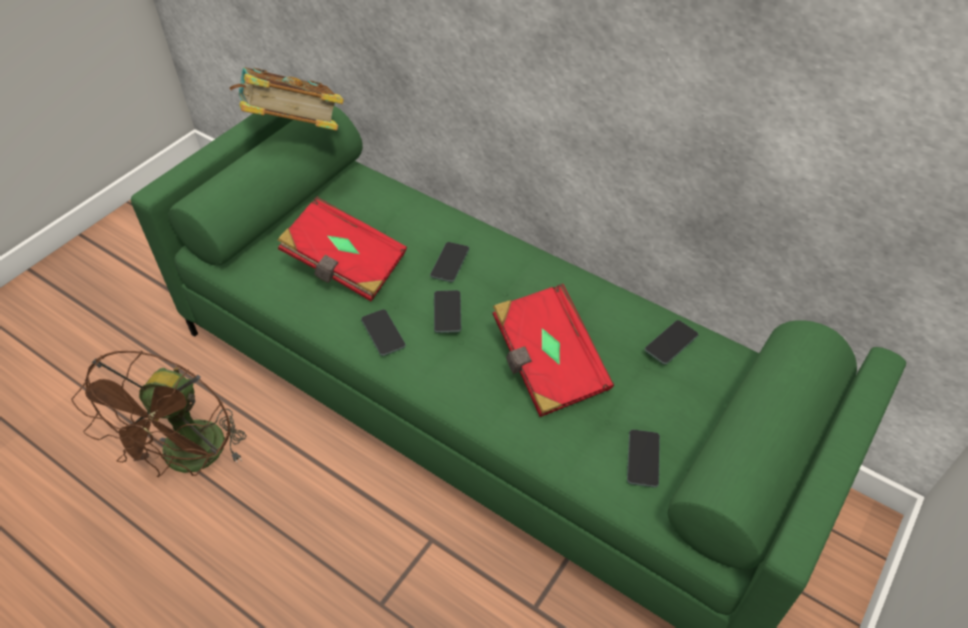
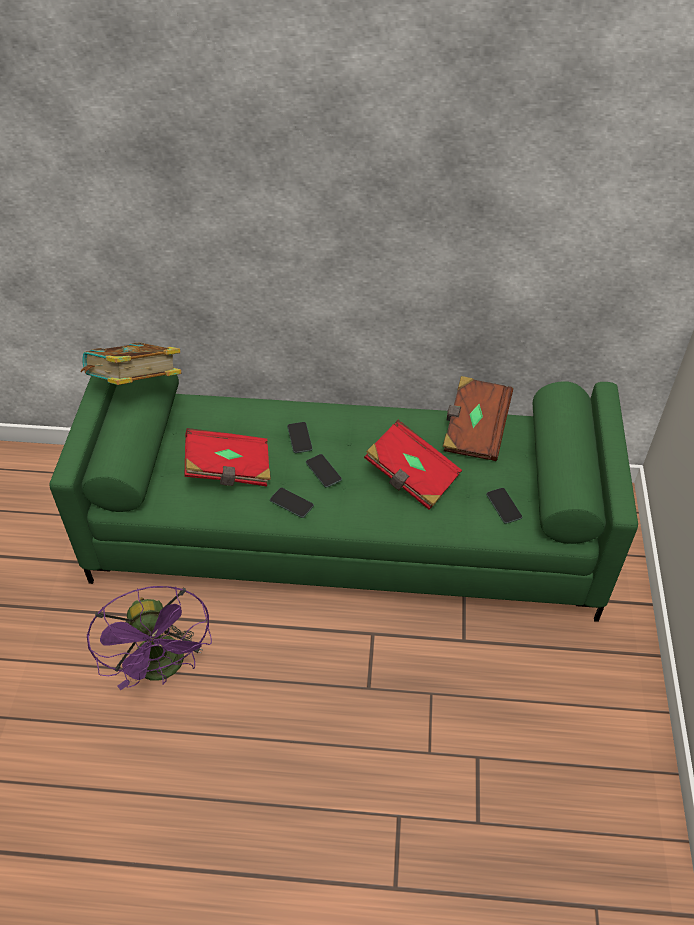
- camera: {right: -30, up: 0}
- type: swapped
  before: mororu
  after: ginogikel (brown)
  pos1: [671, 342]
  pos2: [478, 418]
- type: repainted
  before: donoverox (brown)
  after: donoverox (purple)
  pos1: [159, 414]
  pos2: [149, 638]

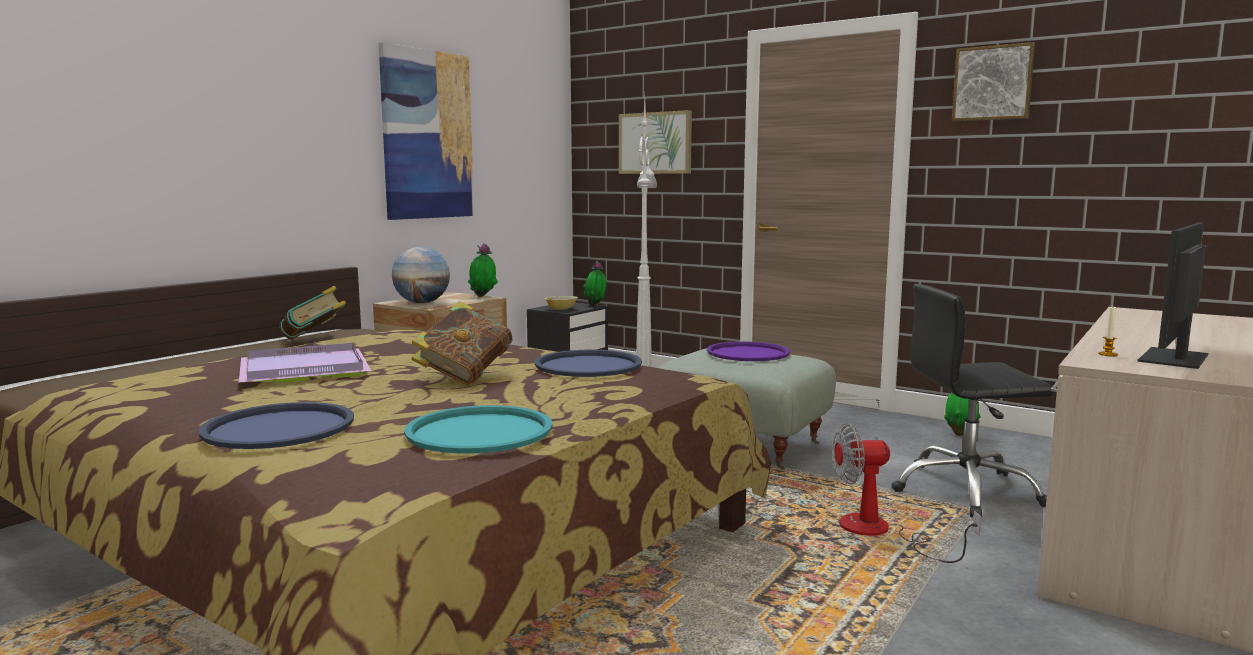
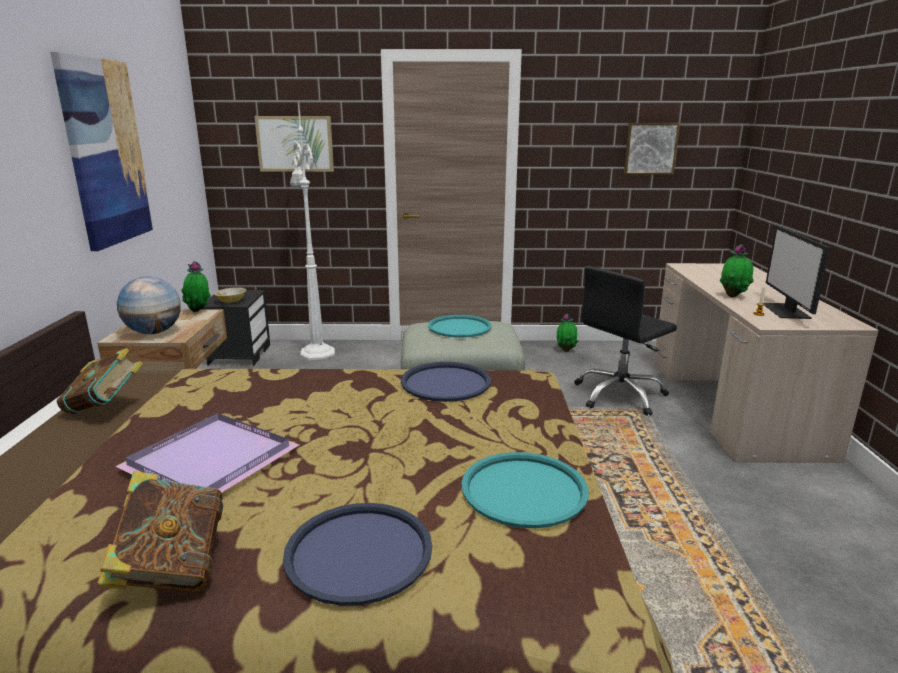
- camera: {right: -35, up: 10}
- type: shifted
  before: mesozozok
  pos1: [993, 81]
  pos2: [652, 148]
- type: shifted
  before: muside
  pos1: [595, 283]
  pos2: [737, 270]
- type: shifted
  before: ginogikel
  pos1: [462, 343]
  pos2: [160, 531]
- type: repainted
  before: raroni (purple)
  after: raroni (turquoise)
  pos1: [748, 351]
  pos2: [460, 326]
- type: gone
  before: donoverox
  pos1: [907, 493]

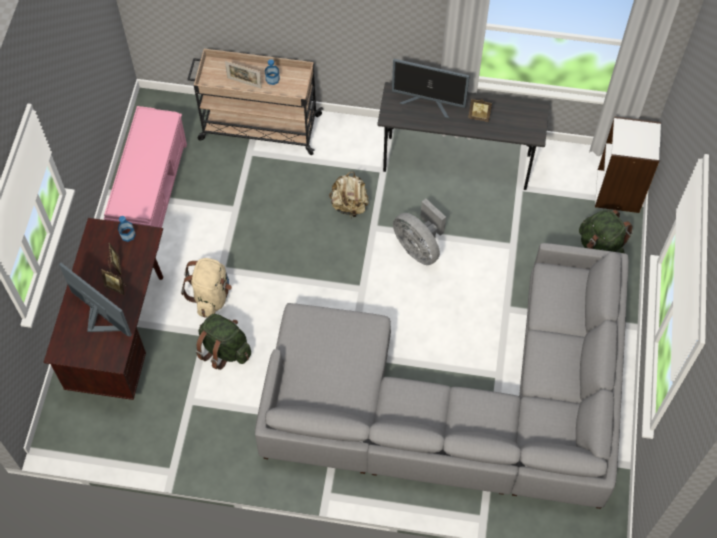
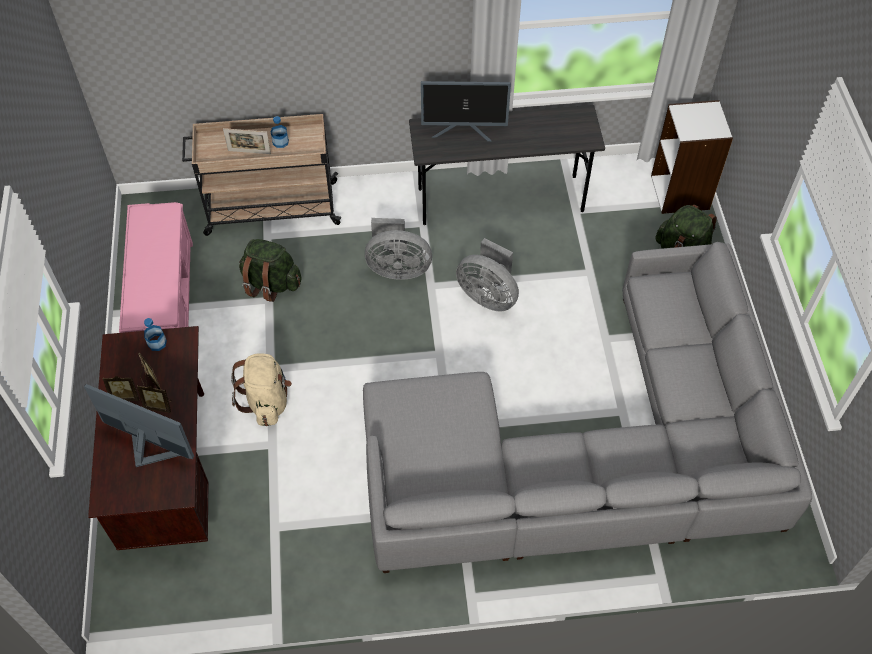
- camera: {right: -15, up: -5}
- type: shifted
  before: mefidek
  pos1: [480, 110]
  pos2: [121, 388]
- type: swapped
  before: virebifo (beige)
  after: donoverox (grey)
  pos1: [349, 194]
  pos2: [398, 249]
- type: shifted
  before: virebifo (green)
  pos1: [223, 342]
  pos2: [270, 270]

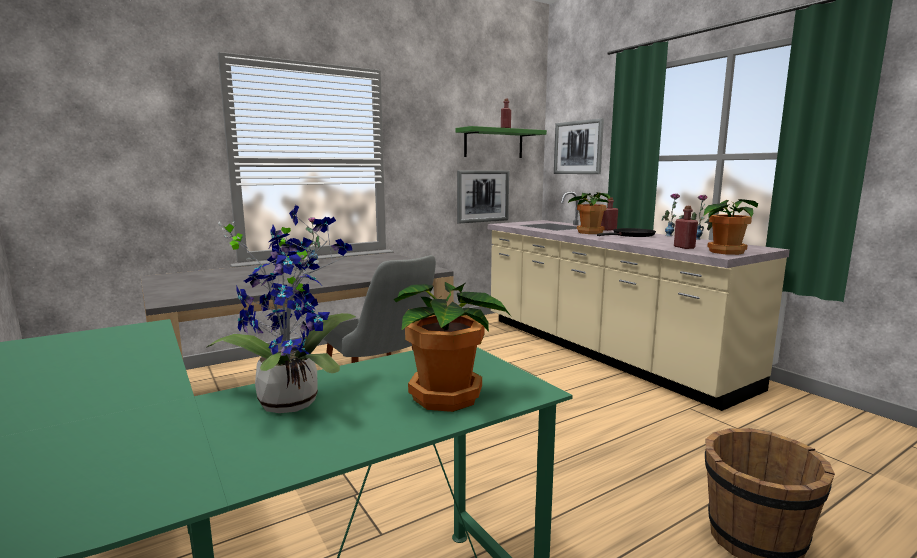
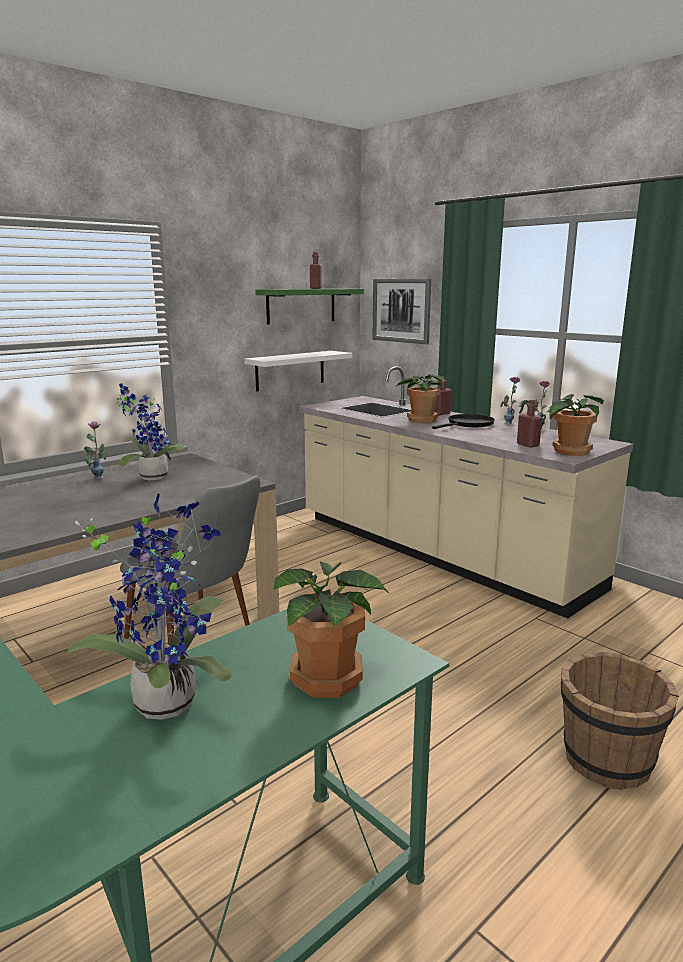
- camera: {right: -10, up: 5}
- type: swapped
  before: mesozozok
  after: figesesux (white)
  pos1: [483, 197]
  pos2: [298, 371]
- type: new
  after: muside
  pos2: [150, 432]

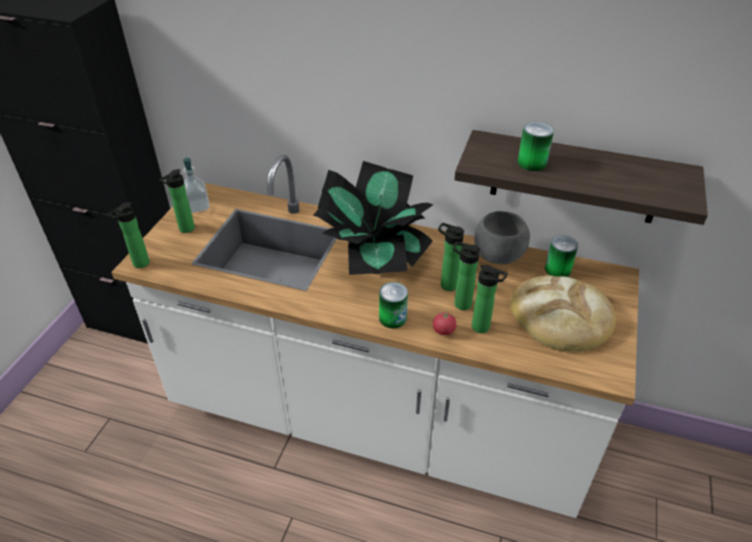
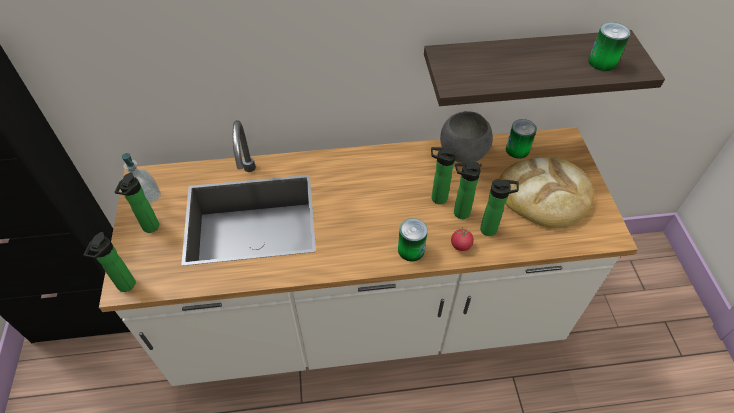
- camera: {right: -25, up: 10}
- type: shifted
  before: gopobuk
  pos1: [536, 146]
  pos2: [609, 46]
- type: gone
  before: muside
  pos1: [373, 218]

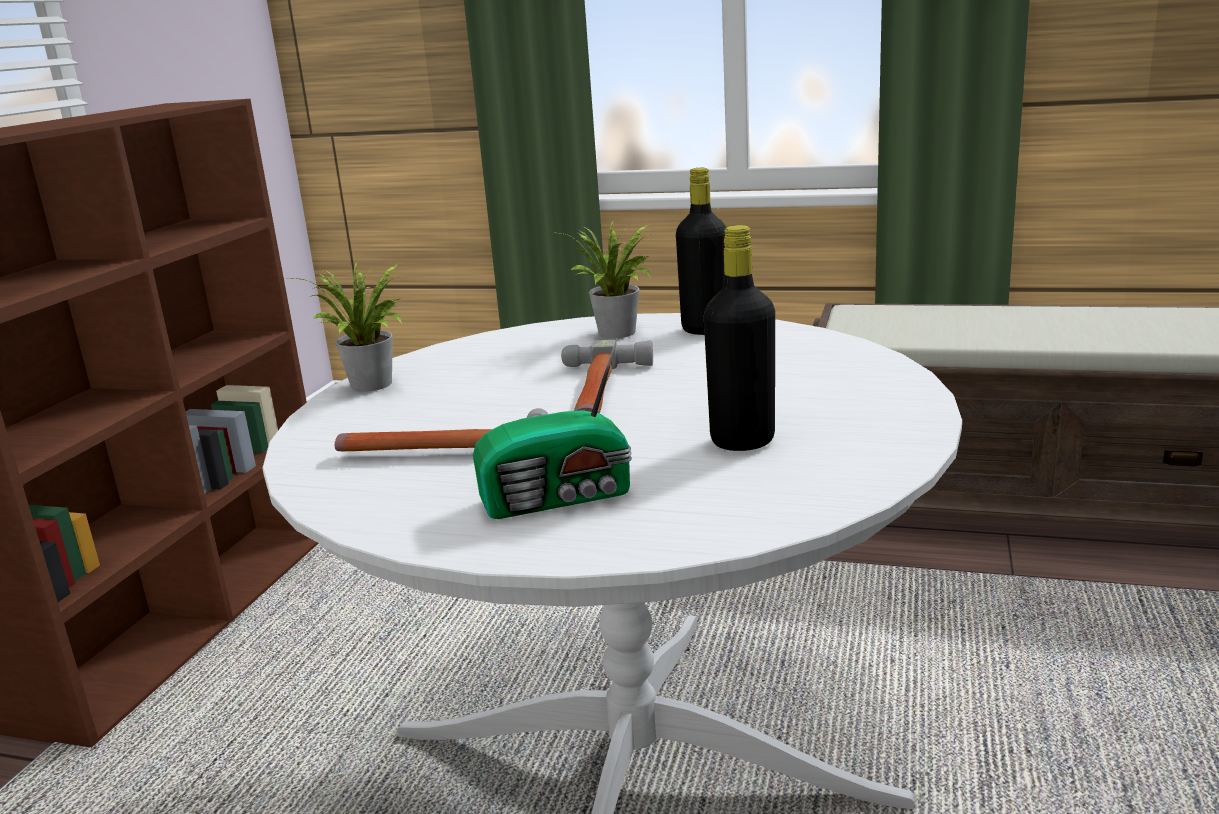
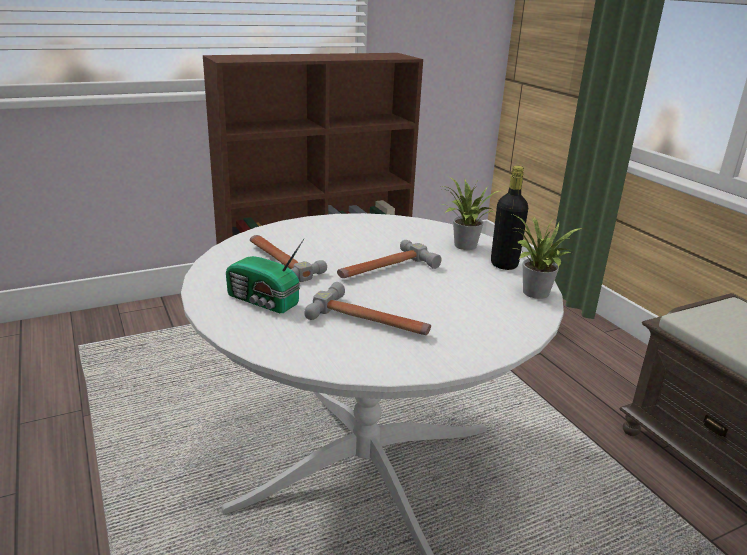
- camera: {right: 45, up: 5}
- type: swapped
  before: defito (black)
  after: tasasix
  pos1: [739, 338]
  pos2: [367, 308]
- type: shifted
  before: muside
  pos1: [345, 324]
  pos2: [546, 256]

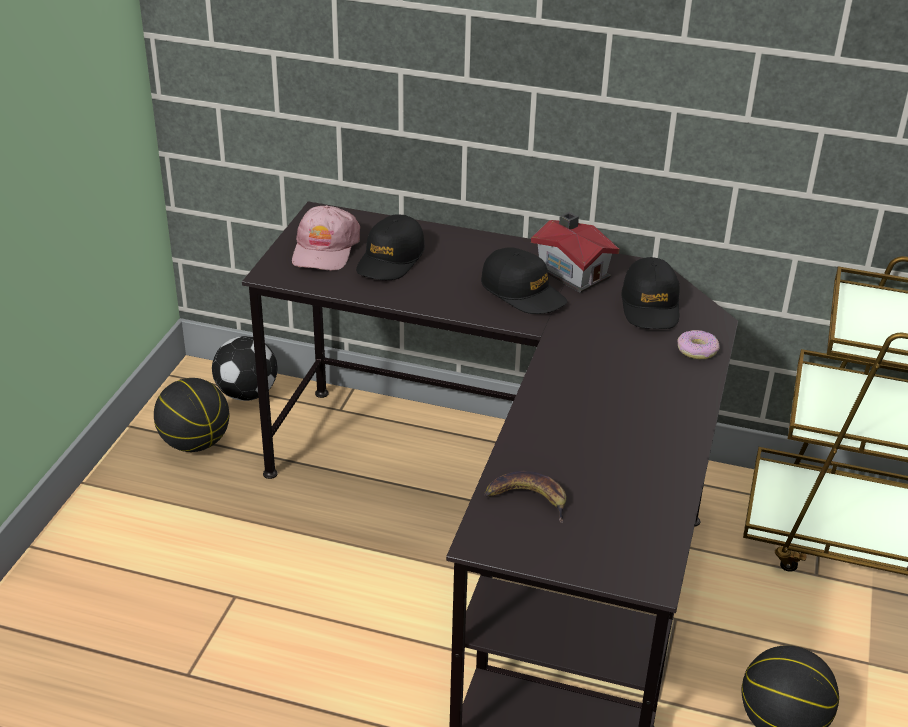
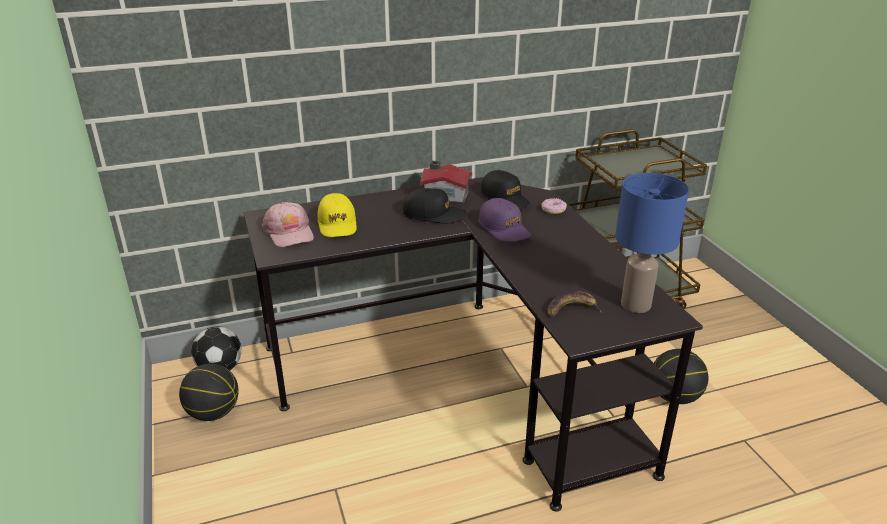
- camera: {right: -35, up: -5}
- type: repainted
  before: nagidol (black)
  after: nagidol (yellow)
  pos1: [390, 247]
  pos2: [337, 215]
- type: new
  after: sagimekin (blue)
  pos2: [652, 243]
- type: new
  after: nagidol (purple)
  pos2: [505, 220]

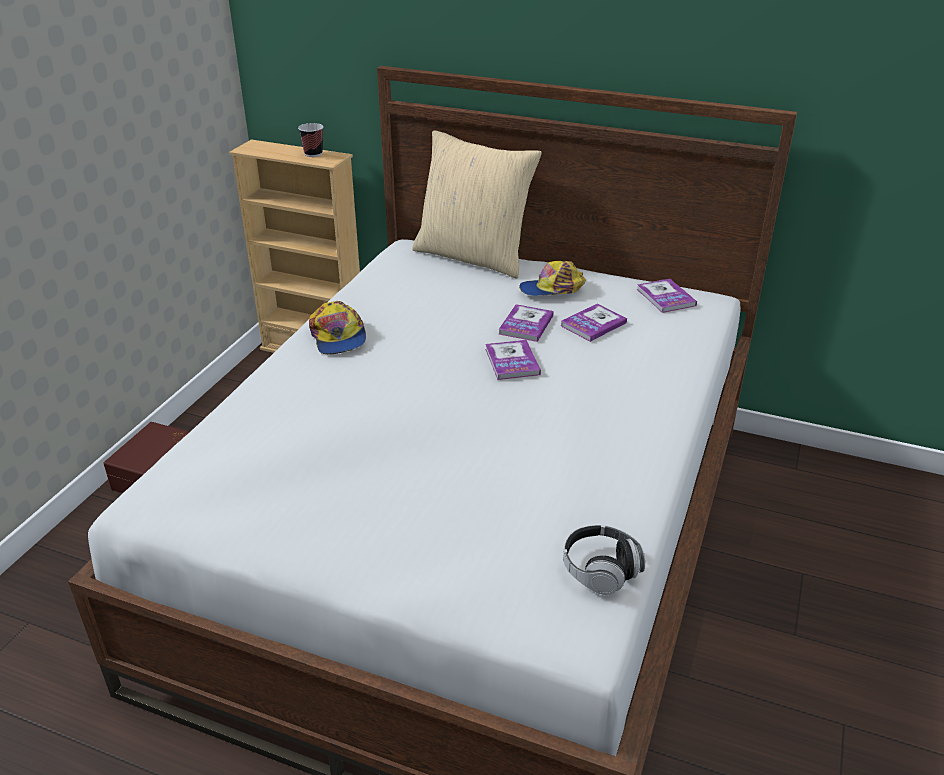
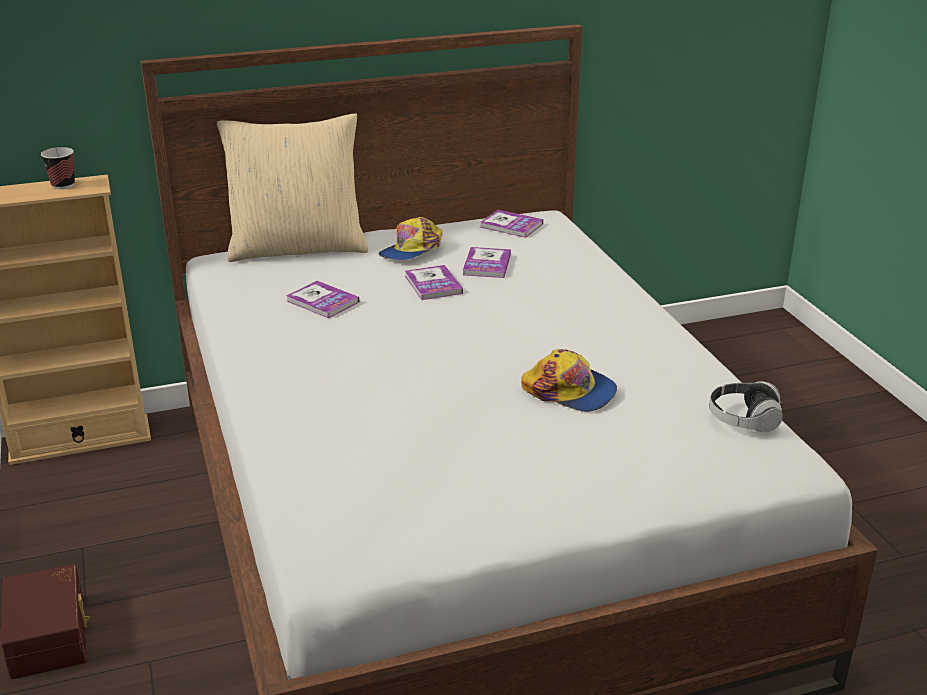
- camera: {right: -40, up: -5}
- type: shifted
  before: nagidol
  pos1: [337, 327]
  pos2: [569, 380]
- type: shifted
  before: ginogikel
  pos1: [513, 360]
  pos2: [322, 299]

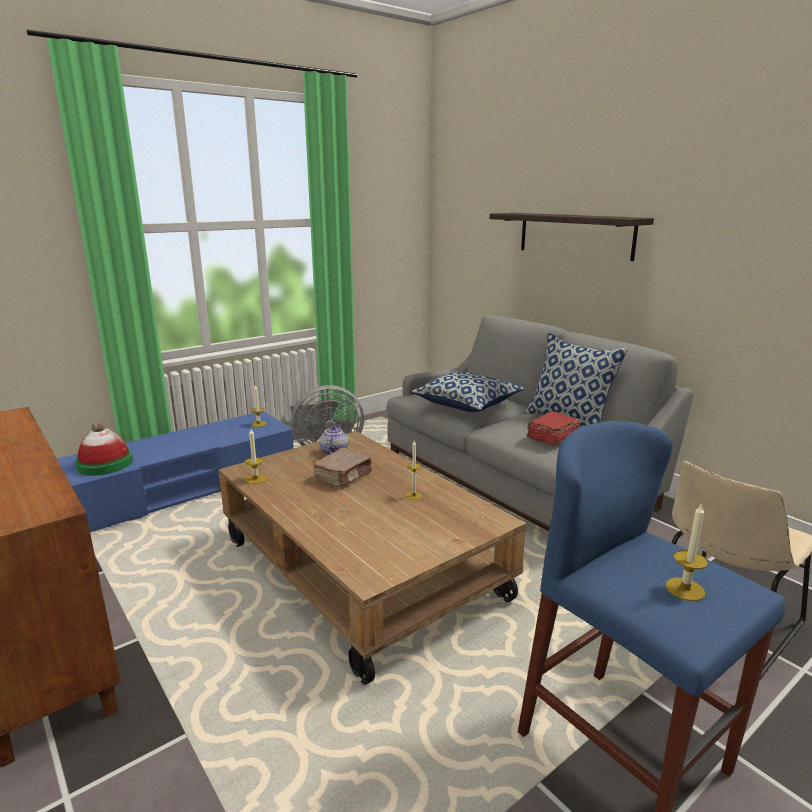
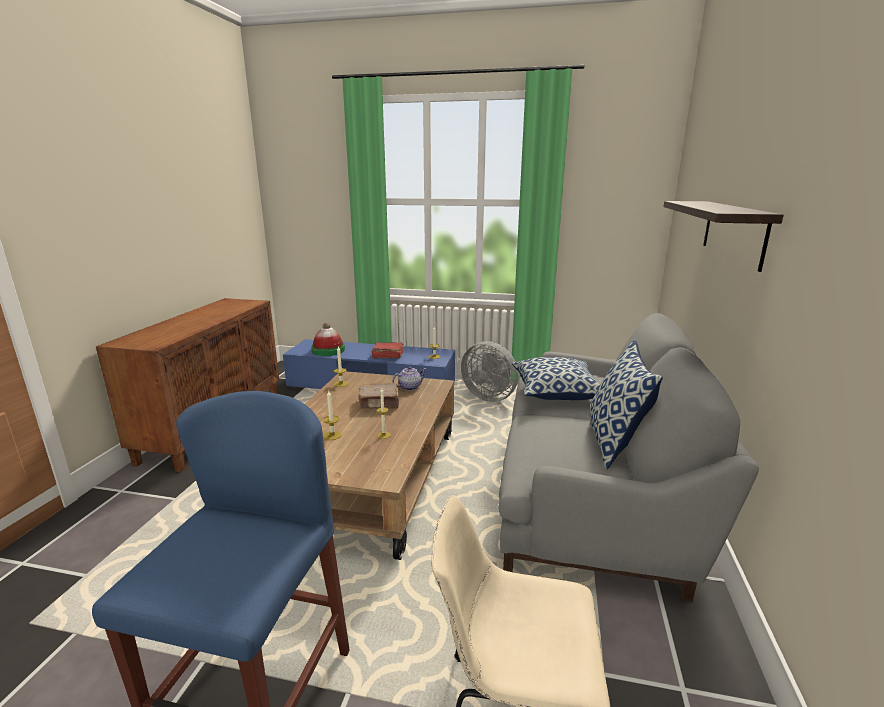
- camera: {right: 50, up: 0}
- type: shifted
  before: ginogikel (red)
  pos1: [554, 428]
  pos2: [387, 350]
- type: shifted
  before: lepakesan
  pos1: [687, 551]
  pos2: [332, 415]

